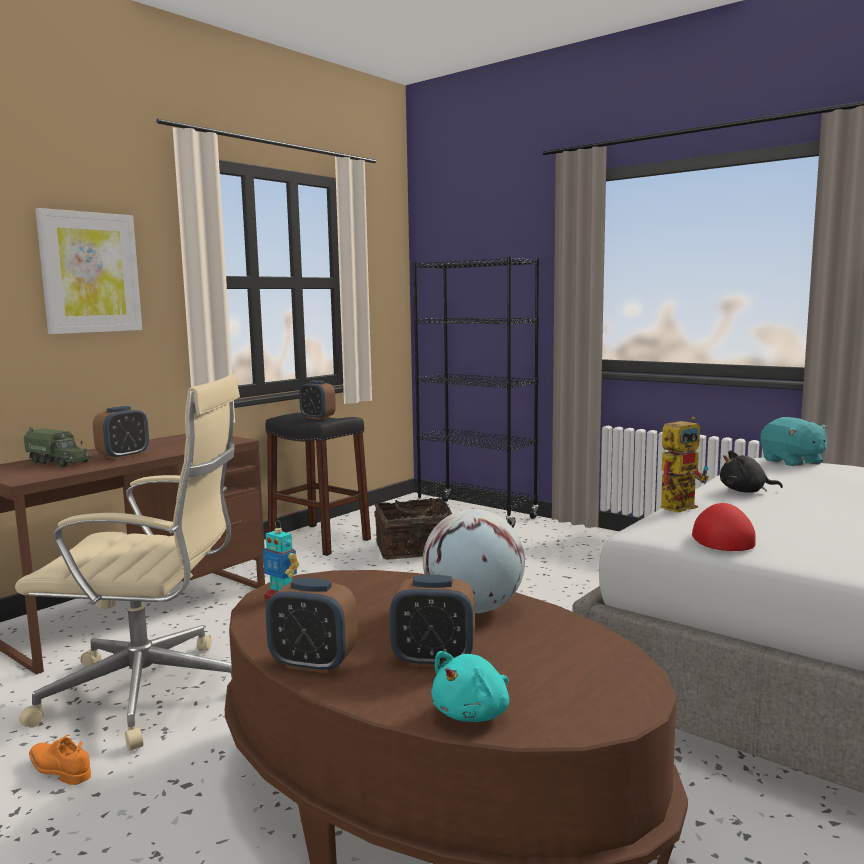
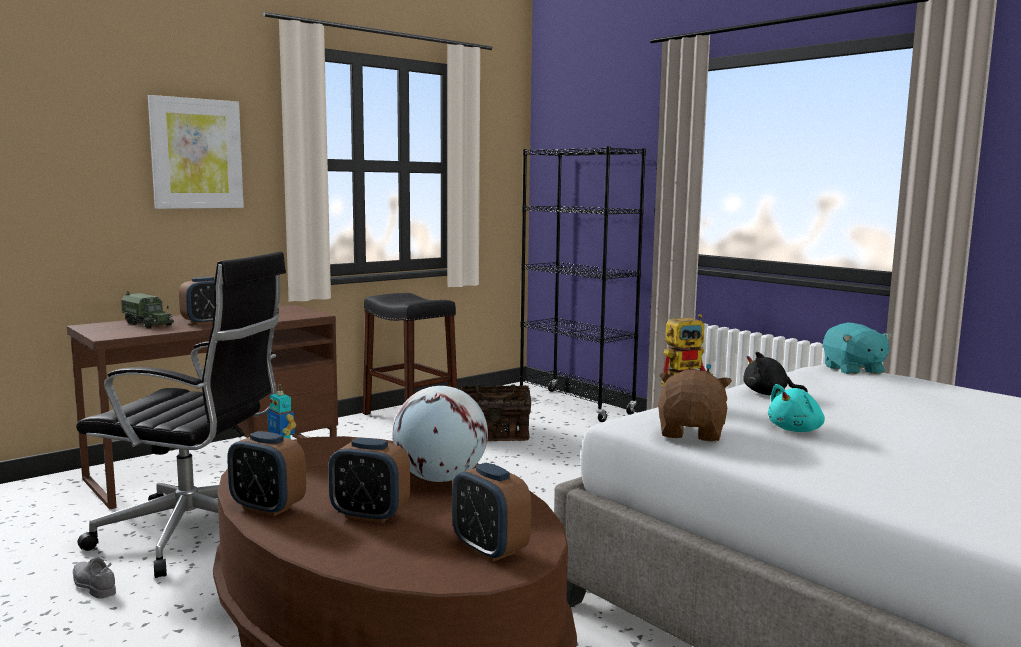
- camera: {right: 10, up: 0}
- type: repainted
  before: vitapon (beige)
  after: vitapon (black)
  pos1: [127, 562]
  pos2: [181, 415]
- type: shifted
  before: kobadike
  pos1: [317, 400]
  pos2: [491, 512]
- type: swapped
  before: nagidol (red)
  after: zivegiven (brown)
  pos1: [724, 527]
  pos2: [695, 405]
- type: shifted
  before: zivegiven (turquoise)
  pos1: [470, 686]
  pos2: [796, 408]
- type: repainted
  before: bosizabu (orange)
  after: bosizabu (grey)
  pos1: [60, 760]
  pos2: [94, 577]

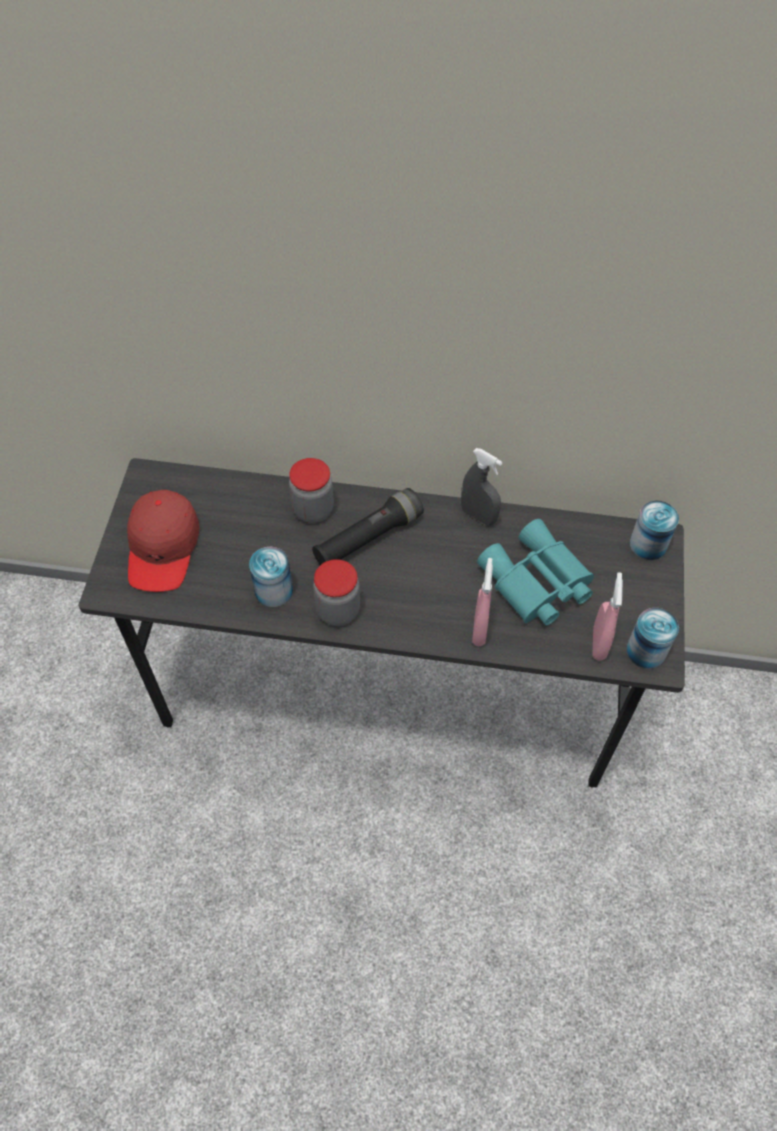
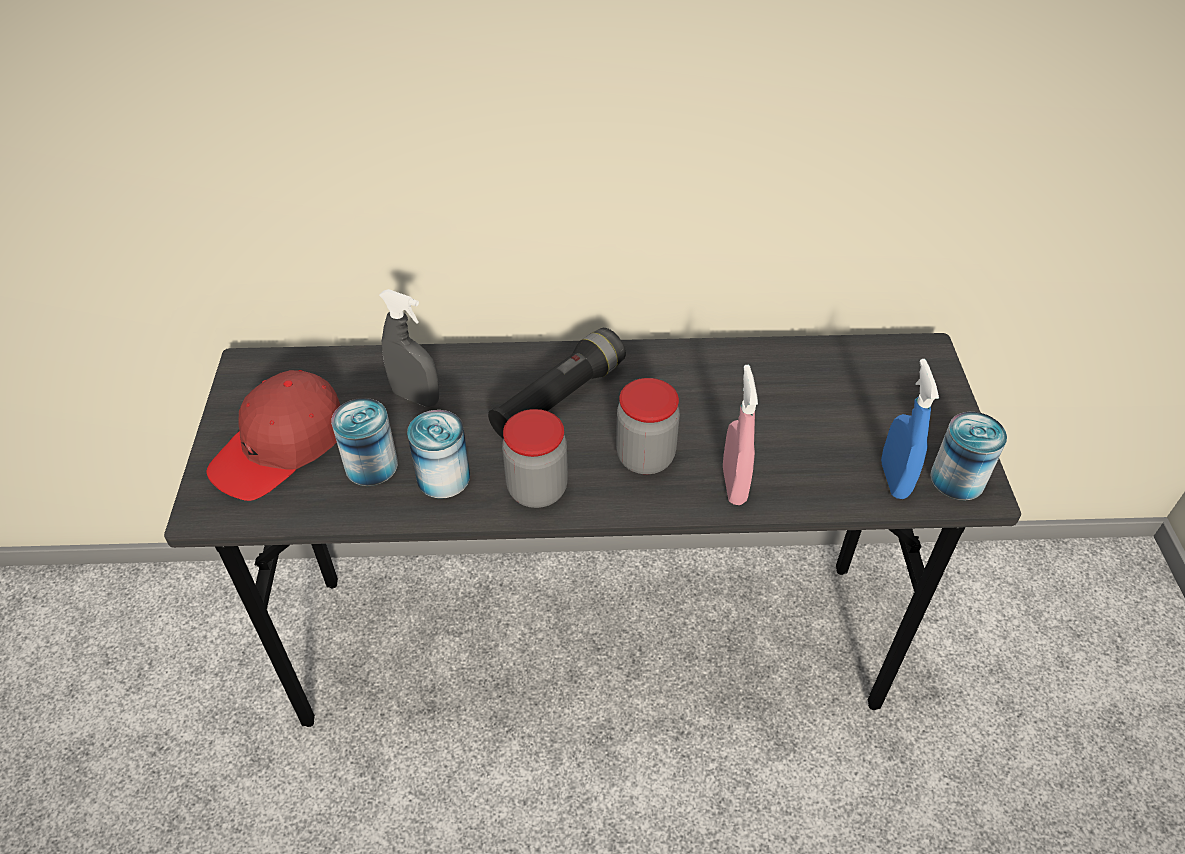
- camera: {right: -10, up: -10}
- type: shifted
  before: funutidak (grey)
  pos1: [481, 487]
  pos2: [409, 348]
- type: shifted
  before: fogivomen
  pos1: [311, 490]
  pos2: [648, 426]
- type: rotated
  before: nagidol (red)
  pos1: [163, 540]
  pos2: [274, 435]
  turn: 45
- type: shifted
  before: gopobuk
  pos1: [654, 530]
  pos2: [364, 442]
- type: gone
  before: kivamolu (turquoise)
  pos1: [535, 572]
- type: repainted
  before: funutidak (pink)
  after: funutidak (blue)
  pos1: [607, 616]
  pos2: [910, 429]

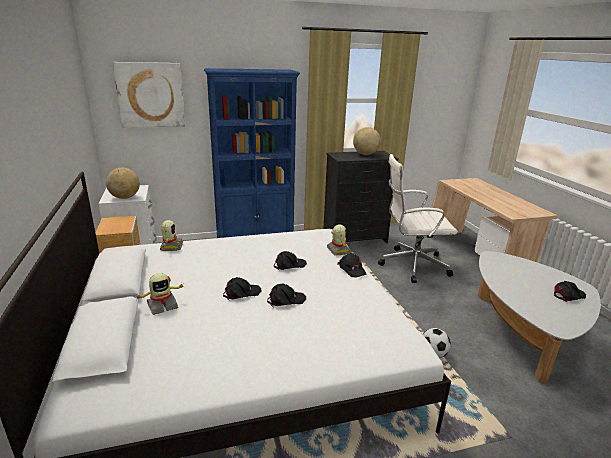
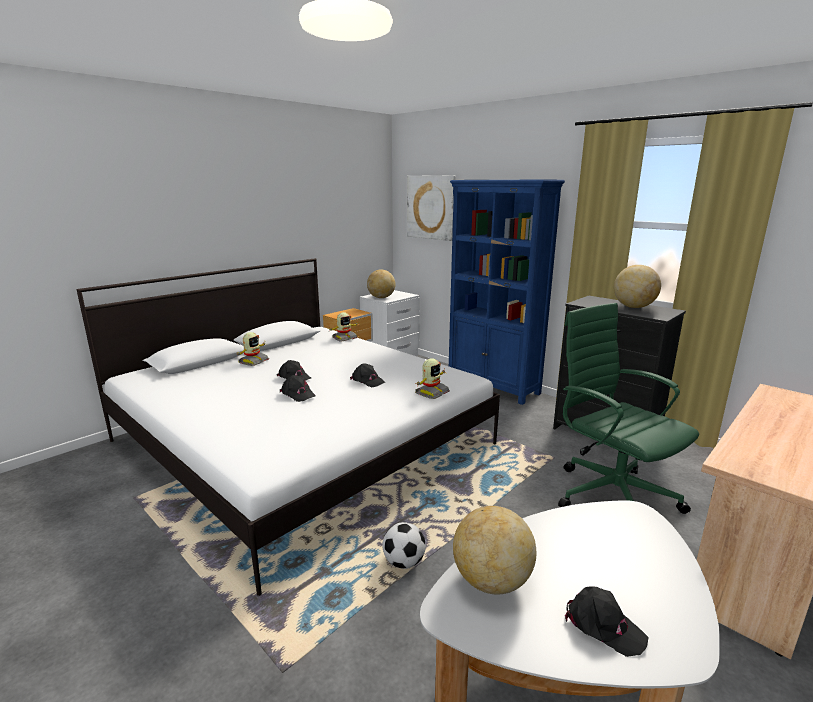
- camera: {right: 60, up: -5}
- type: repainted
  before: vitapon (white)
  after: vitapon (green)
  pos1: [418, 218]
  pos2: [628, 408]
- type: gone
  before: nagidol (black)
  pos1: [351, 265]
- type: rotated
  before: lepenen
  pos1: [159, 294]
  pos2: [252, 349]
  turn: -90
- type: new
  after: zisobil
  pos2: [494, 550]

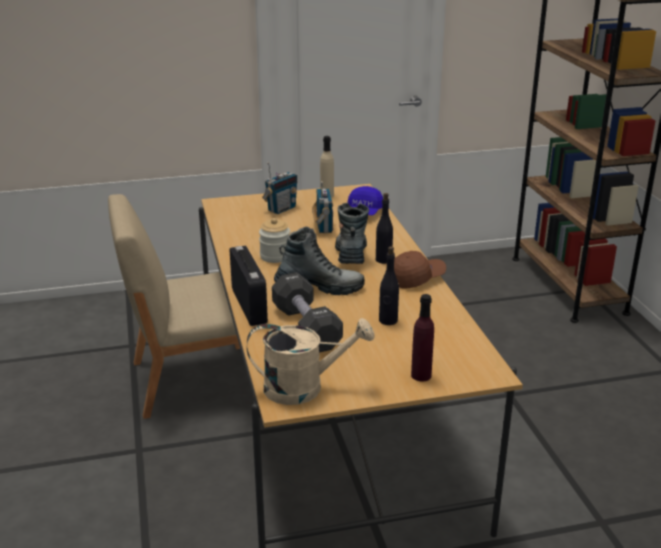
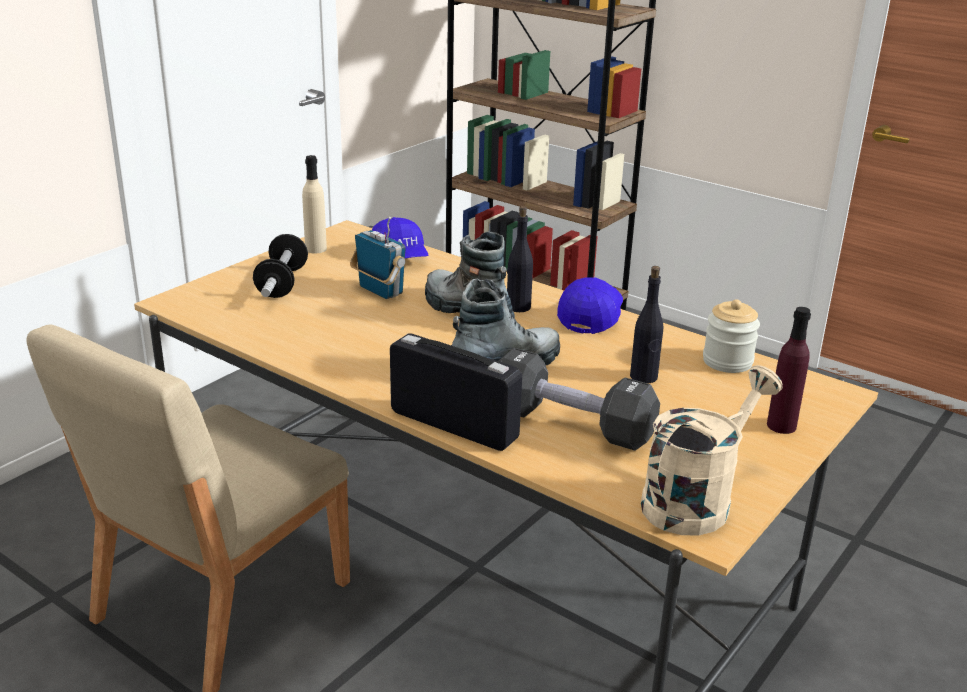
- camera: {right: -40, up: 0}
- type: swapped
  before: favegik
  after: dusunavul
  pos1: [279, 188]
  pos2: [280, 266]
- type: shifted
  before: fogivomen
  pos1: [274, 240]
  pos2: [731, 336]
- type: repainted
  before: nagidol (brown)
  after: nagidol (blue)
  pos1: [420, 270]
  pos2: [590, 305]

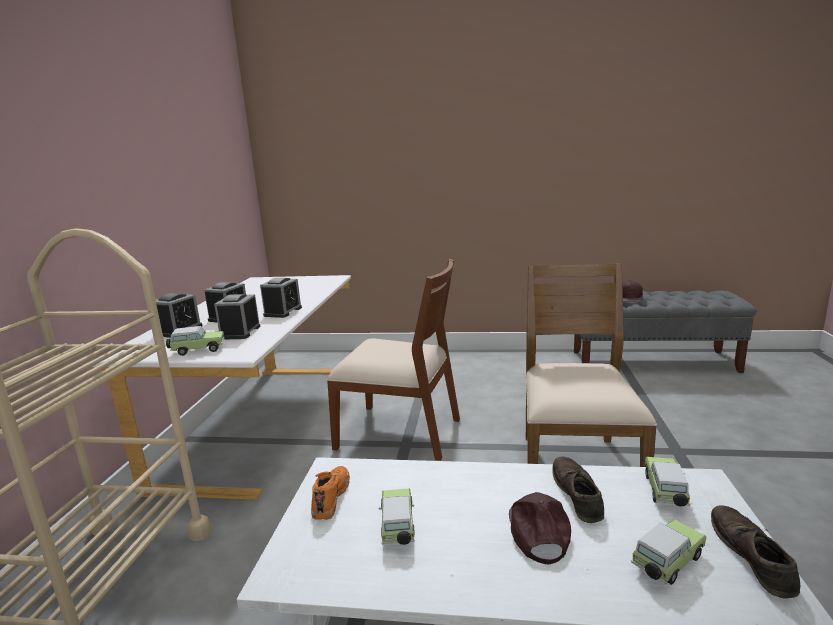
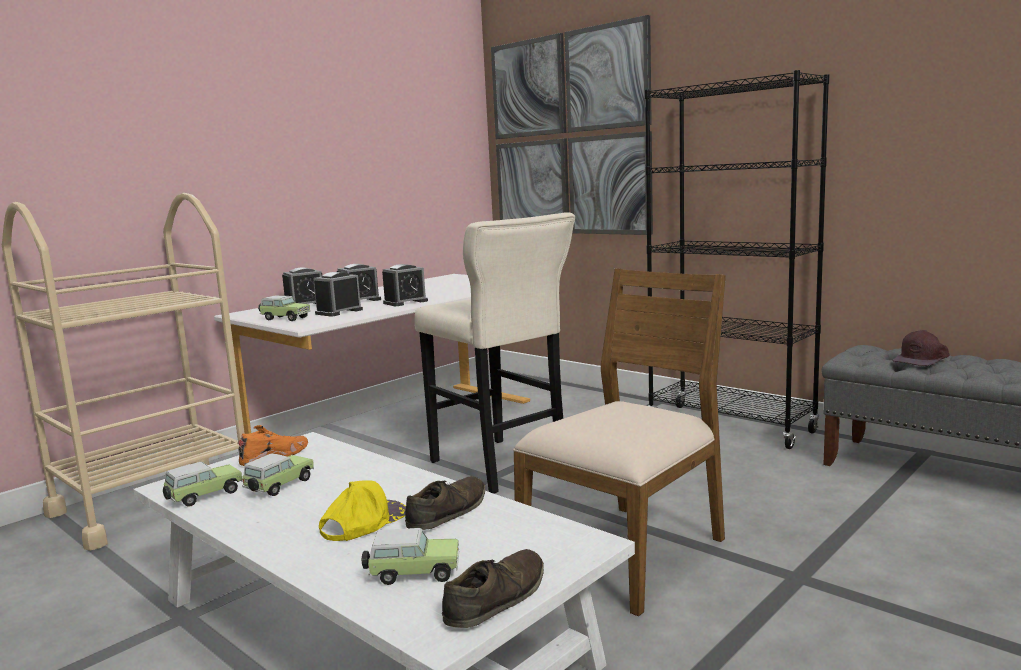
- camera: {right: 35, up: -5}
- type: swapped
  before: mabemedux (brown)
  after: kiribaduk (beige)
  pos1: [393, 360]
  pos2: [495, 353]
- type: shifted
  before: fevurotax
  pos1: [667, 482]
  pos2: [203, 484]
- type: repainted
  before: nagidol (brown)
  after: nagidol (yellow)
  pos1: [540, 528]
  pos2: [362, 510]
- type: new
  after: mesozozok
  pos2: [572, 125]
- type: new
  after: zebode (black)
  pos2: [736, 259]

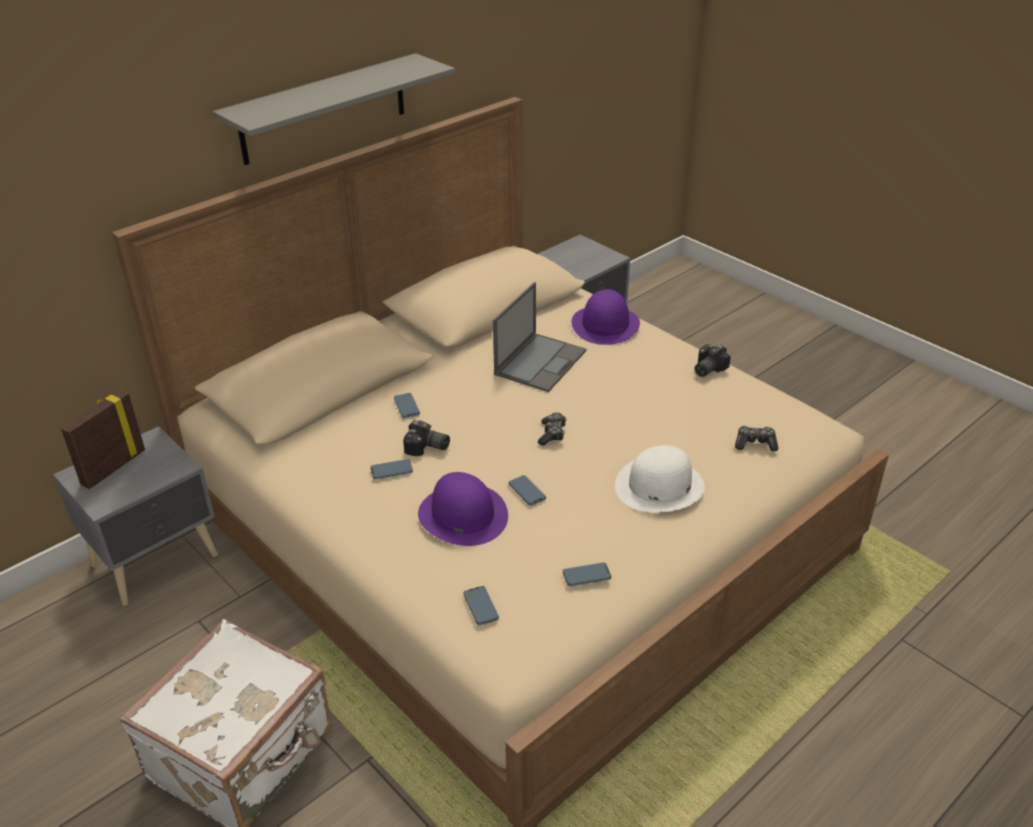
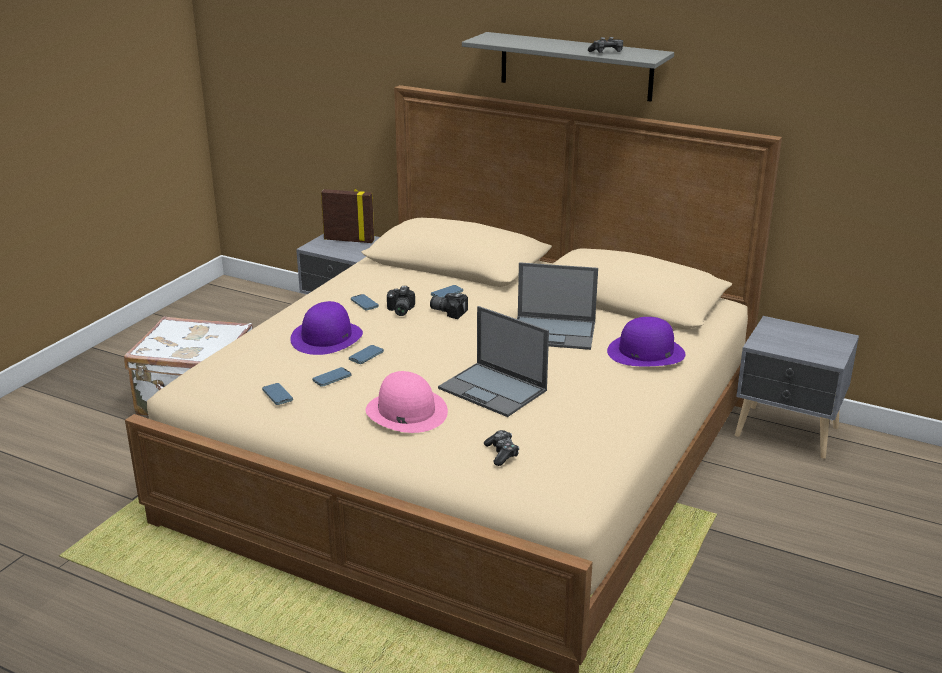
- camera: {right: 70, up: -10}
- type: shifted
  before: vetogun
  pos1: [713, 360]
  pos2: [449, 306]
- type: shifted
  before: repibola
  pos1: [552, 429]
  pos2: [605, 45]
- type: repainted
  before: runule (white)
  after: runule (pink)
  pos1: [660, 479]
  pos2: [407, 402]
- type: shifted
  before: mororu
  pos1: [481, 605]
  pos2: [331, 377]
- type: new
  after: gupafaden
  pos2: [493, 361]

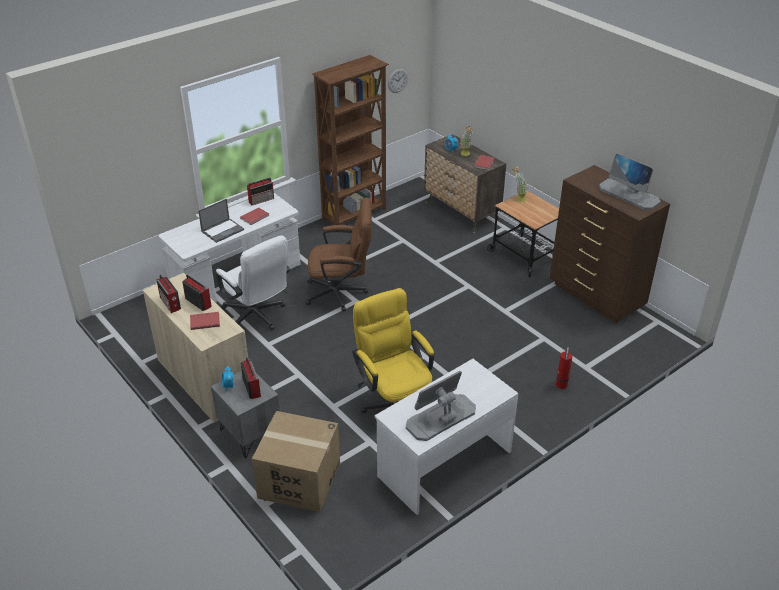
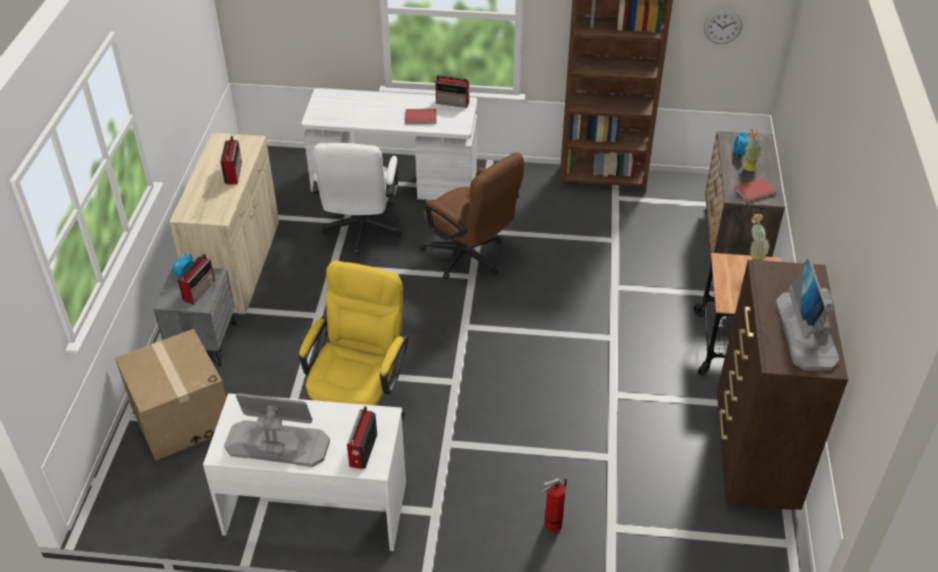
- camera: {right: 45, up: 5}
- type: gone
  before: gupafaden
  pos1: [221, 221]
- type: shifted
  before: favegik
  pos1: [169, 294]
  pos2: [362, 437]
- type: gone
  before: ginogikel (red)
  pos1: [205, 321]

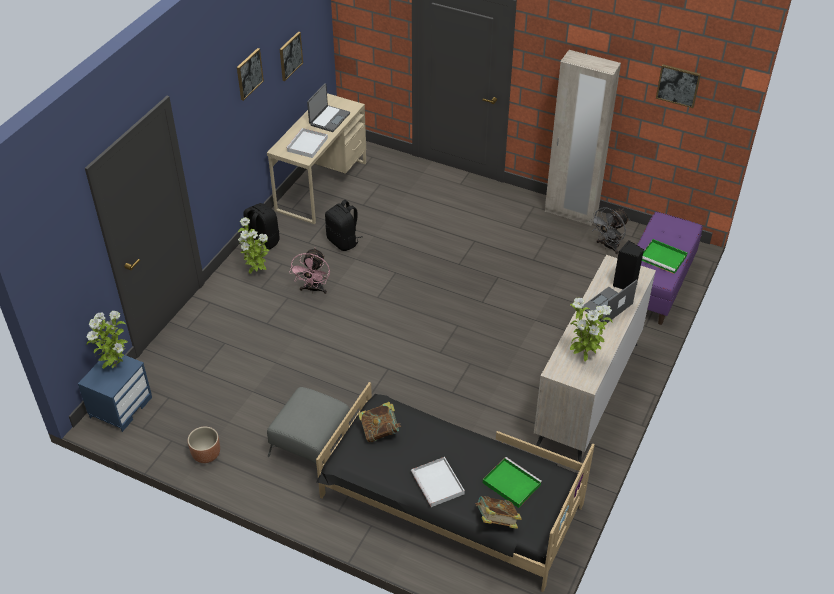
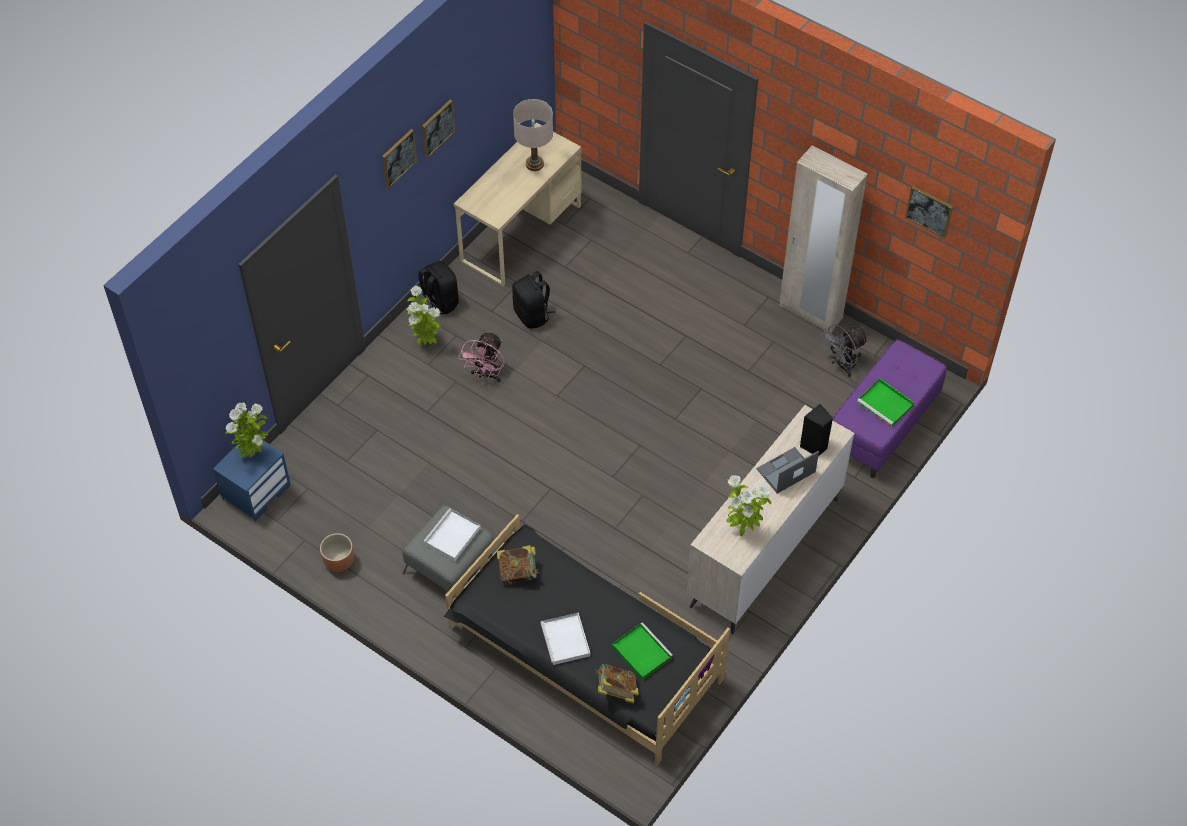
- camera: {right: 10, up: 10}
- type: shifted
  before: mesozozok
  pos1: [291, 56]
  pos2: [399, 158]
- type: swapped
  before: gupafaden
  after: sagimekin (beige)
  pos1: [328, 107]
  pos2: [533, 135]
- type: shifted
  before: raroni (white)
  pos1: [307, 143]
  pos2: [452, 534]

